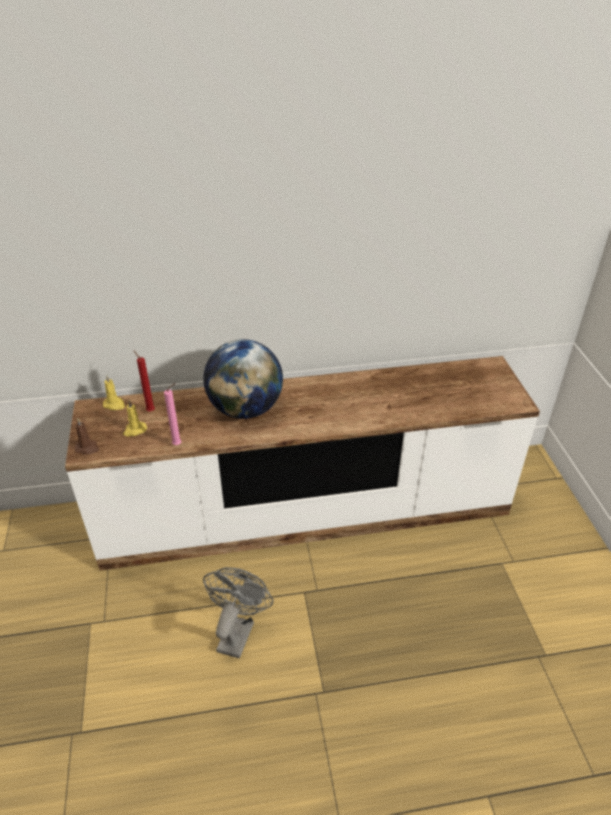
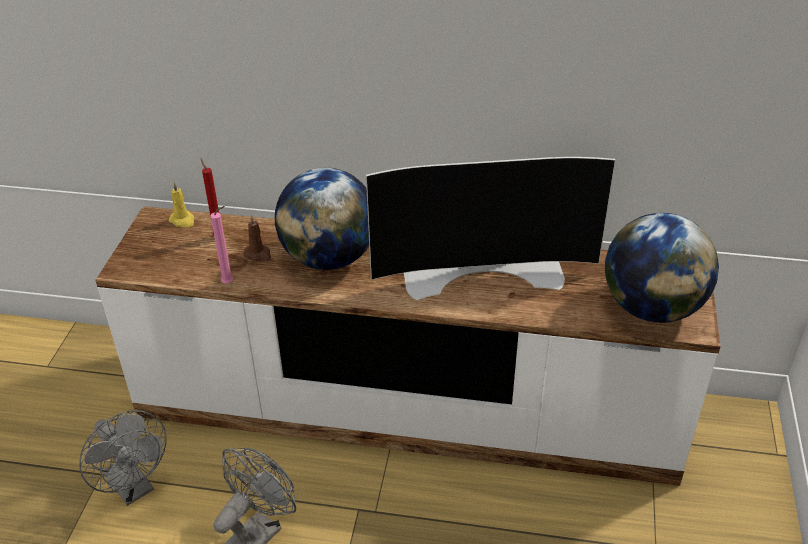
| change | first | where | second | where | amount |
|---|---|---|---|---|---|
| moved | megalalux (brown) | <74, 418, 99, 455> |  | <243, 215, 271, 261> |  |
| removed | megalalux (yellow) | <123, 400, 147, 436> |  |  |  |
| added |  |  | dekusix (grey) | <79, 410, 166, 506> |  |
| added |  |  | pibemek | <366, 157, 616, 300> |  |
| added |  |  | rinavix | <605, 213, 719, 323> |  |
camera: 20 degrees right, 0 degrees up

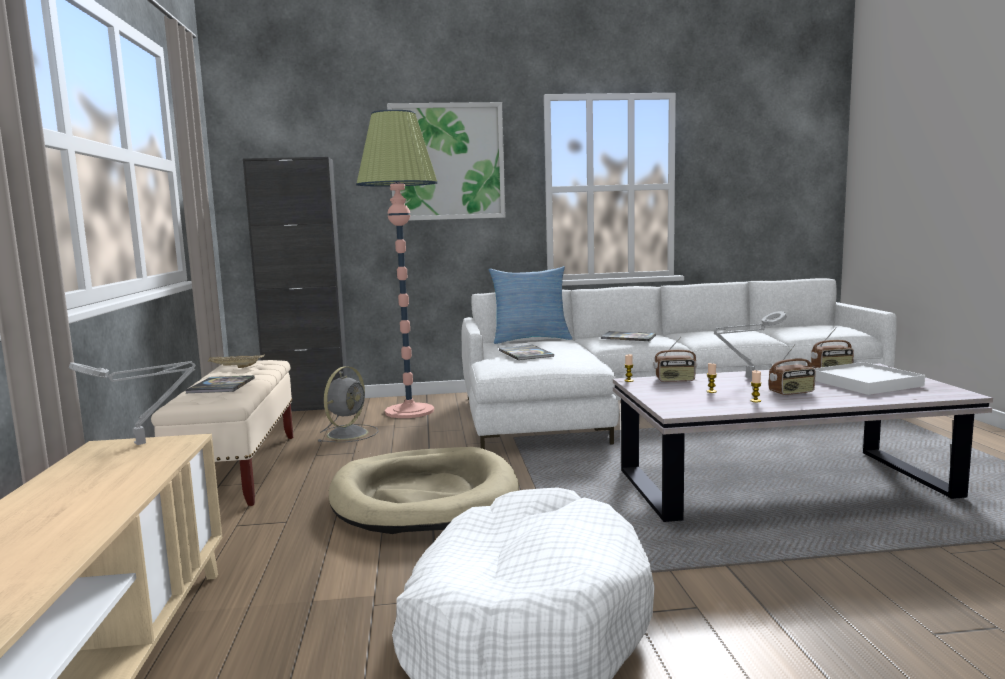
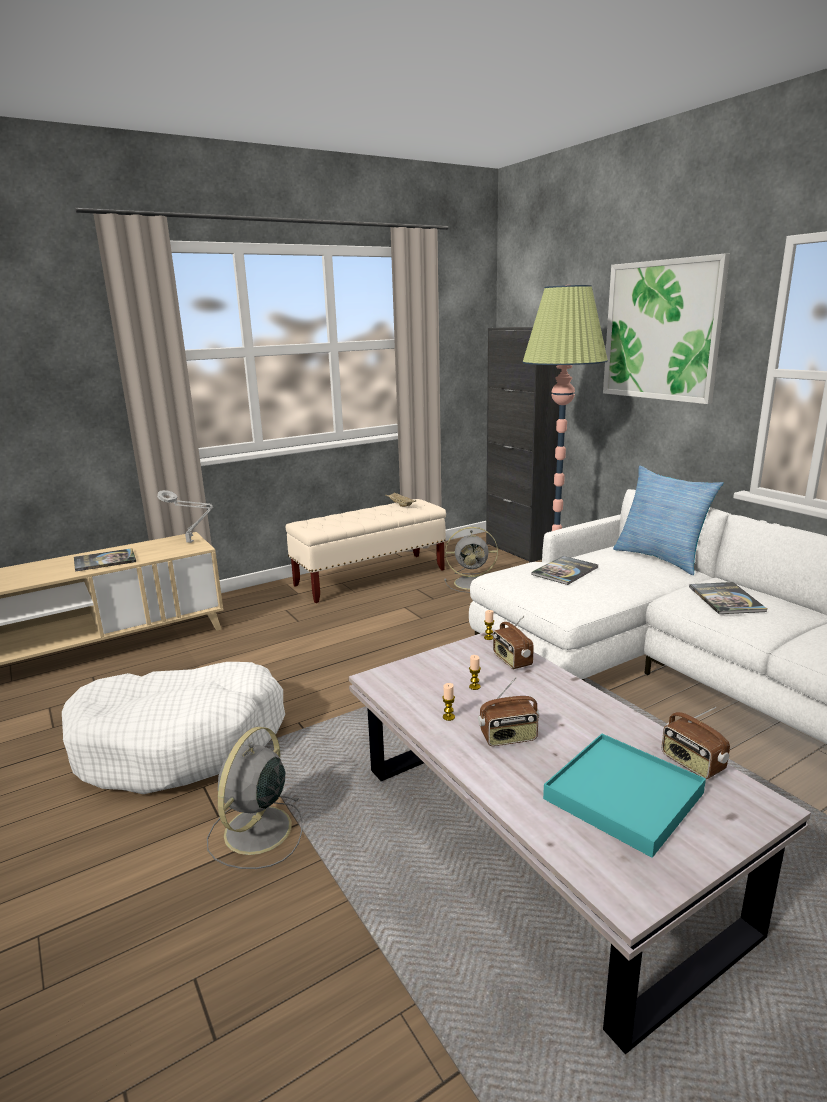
| change | first | where | second | where | amount |
|---|---|---|---|---|---|
| moved | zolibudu | <185, 375, 255, 393> |  | <74, 548, 136, 572> |  |
| removed | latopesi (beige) | <329, 447, 519, 534> |  |  |  |
| removed | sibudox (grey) | <713, 311, 787, 379> |  |  |  |
| turned | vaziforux | <769, 344, 815, 395> |  | <478, 677, 539, 746> | 60 degrees counterclockwise |
| recoloured | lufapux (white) | <814, 362, 925, 395> | lufapux (turquoise) | <543, 734, 706, 858> |  |
| added |  |  | dekusix (grey) | <207, 727, 302, 869> |  |
camera: 65 degrees right, 10 degrees up

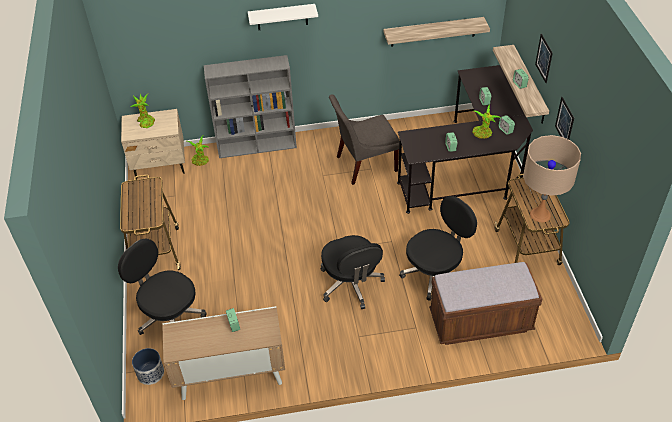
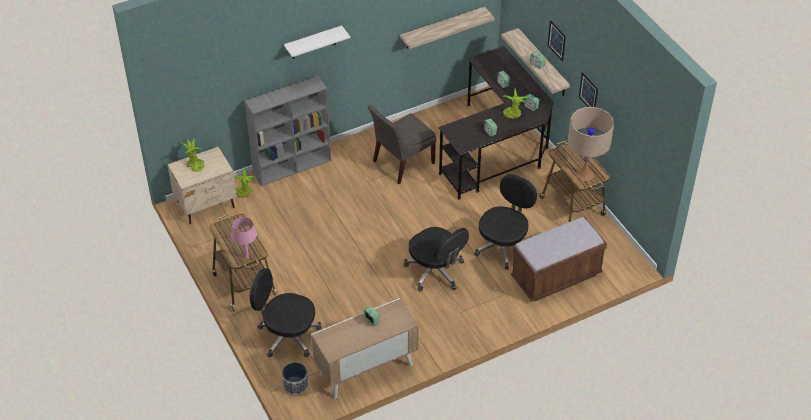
| change | first | where | second | where | amount |
|---|---|---|---|---|---|
| added |  |  | sibudox (pink) | <231, 217, 257, 259> |  |
camera: 20 degrees left, 0 degrees up

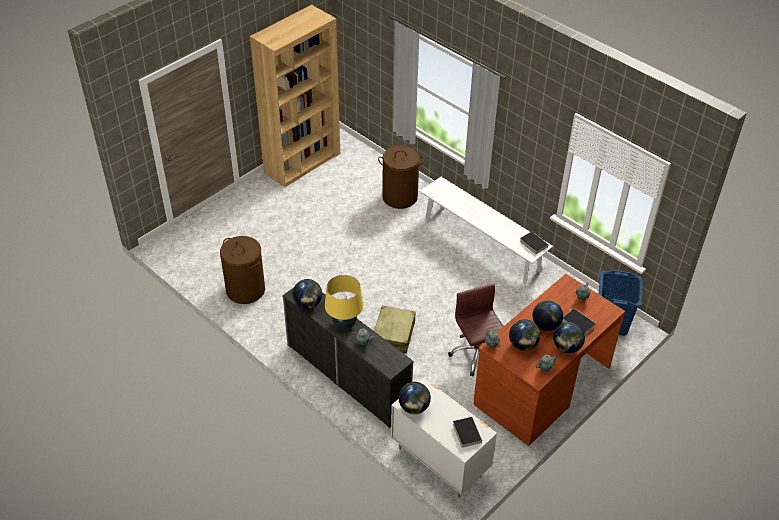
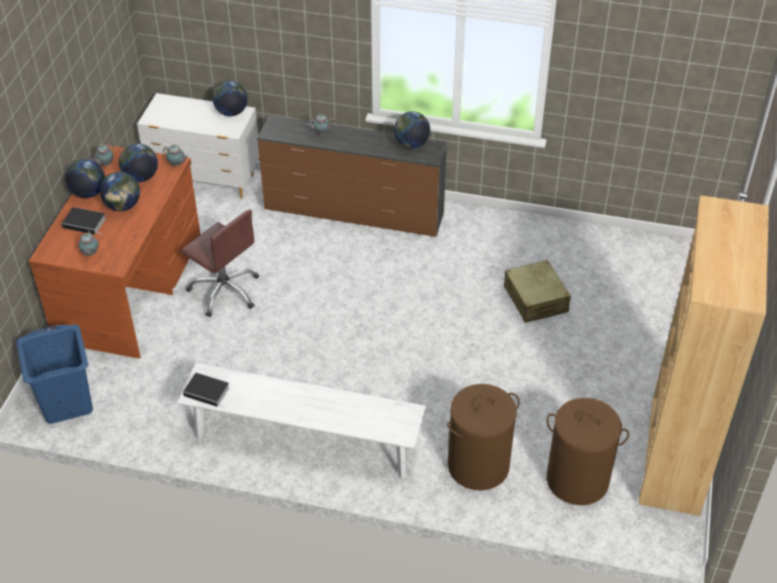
| change | first | where | second | where | amount |
|---|---|---|---|---|---|
| moved | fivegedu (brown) | <220, 236, 265, 304> |  | <546, 398, 629, 505> |  |
| removed | sibudox (yellow) | <325, 275, 363, 330> |  |  |  |
| moved | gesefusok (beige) | <374, 306, 416, 354> |  | <504, 260, 571, 323> |  |
| removed | zolibudu | <453, 416, 482, 448> |  |  |  |
camera: 150 degrees right, 0 degrees up

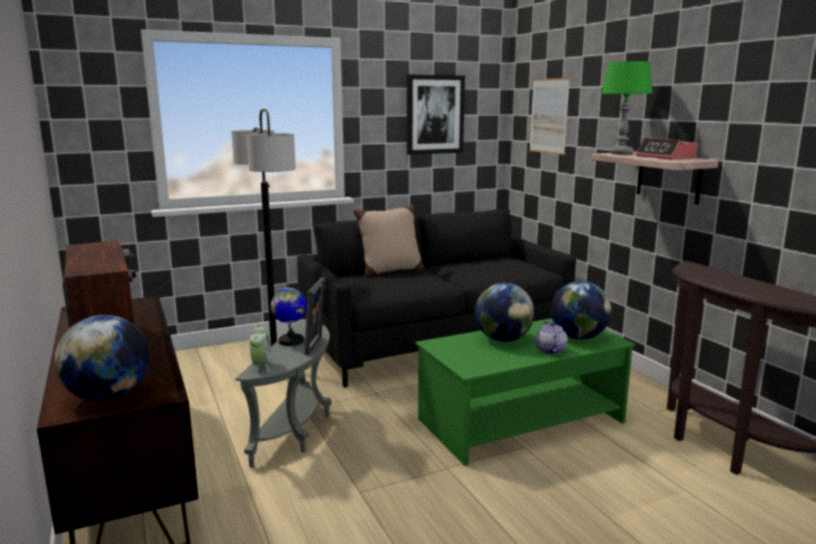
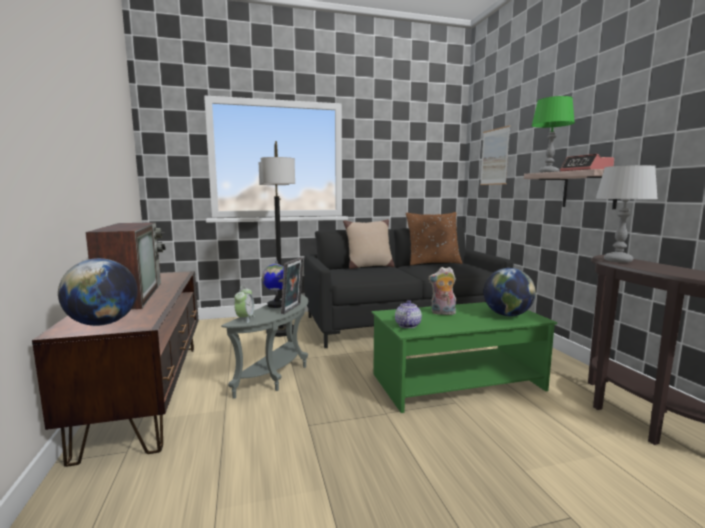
| change | first | where | second | where | amount |
|---|---|---|---|---|---|
| removed | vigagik | <407, 75, 465, 155> |  |  |  |
| replaced | rinavix | <475, 283, 535, 342> | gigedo | <428, 267, 456, 315> |  |
| moved | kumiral | <536, 321, 568, 355> |  | <395, 300, 422, 328> |  |
| added |  |  | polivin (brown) | <406, 212, 463, 265> |  |
| added |  |  | sibudox (grey) | <595, 165, 658, 263> |  |
camera: 10 degrees right, 5 degrees down

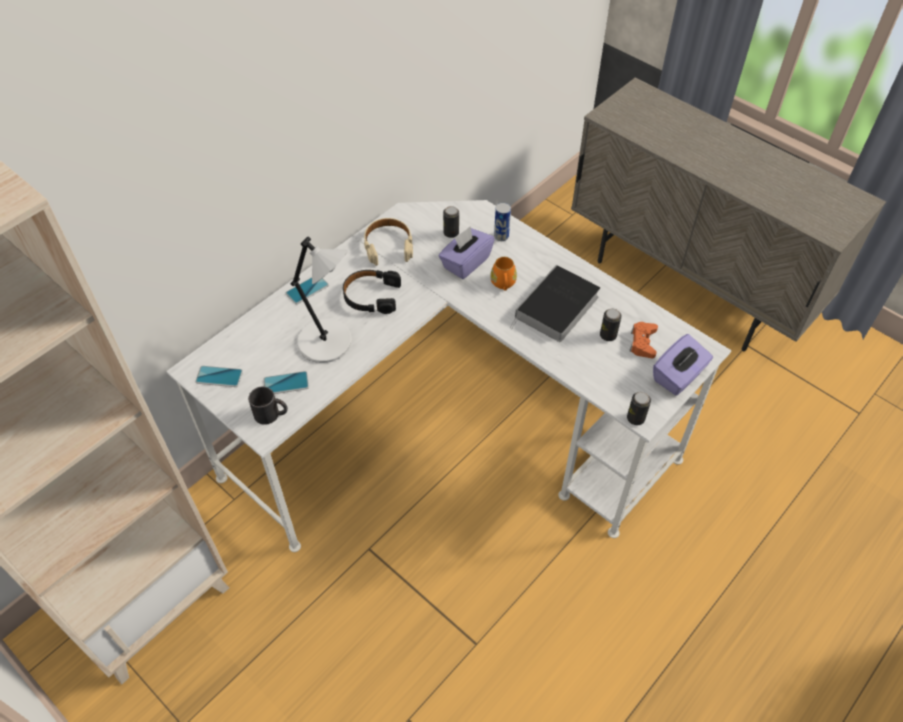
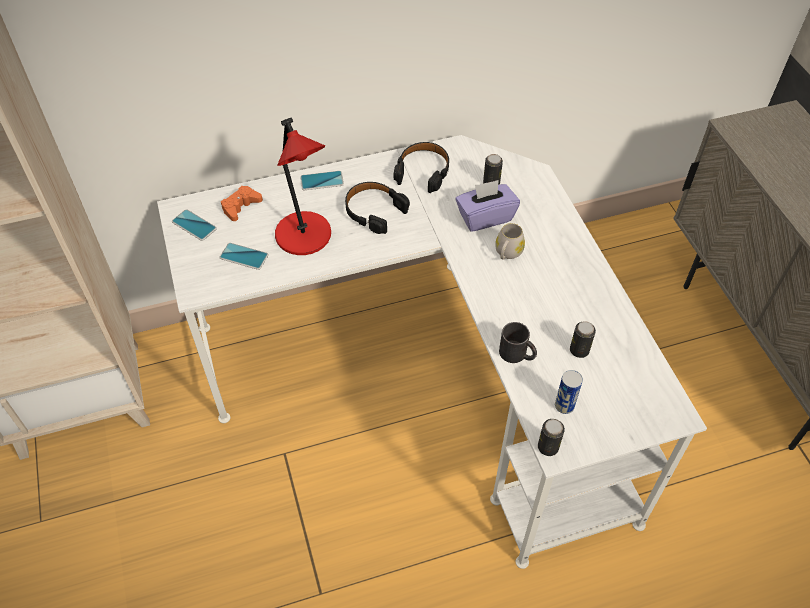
| change | first | where | second | where | amount |
|---|---|---|---|---|---|
| moved | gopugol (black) | <248, 387, 288, 425> |  | <499, 322, 537, 363> |  |
| recoloured | sibudox (white) | <291, 237, 352, 363> | sibudox (red) | <275, 117, 331, 255> |  |
| recoloured | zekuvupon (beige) | <364, 218, 413, 266> | zekuvupon (black) | <394, 142, 449, 193> |  |
| recoloured | gopugol (orange) | <490, 257, 517, 290> | gopugol (white) | <495, 223, 525, 259> |  |
| moved | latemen | <494, 203, 511, 241> |  | <555, 370, 583, 414> |  |
| removed | zolibudu | <510, 265, 600, 342> |  |  |  |
| moved | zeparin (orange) | <630, 322, 658, 359> |  | <221, 186, 263, 221> |  |
| removed | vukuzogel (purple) | <653, 334, 713, 395> |  |  |  |
camera: 30 degrees right, 0 degrees up

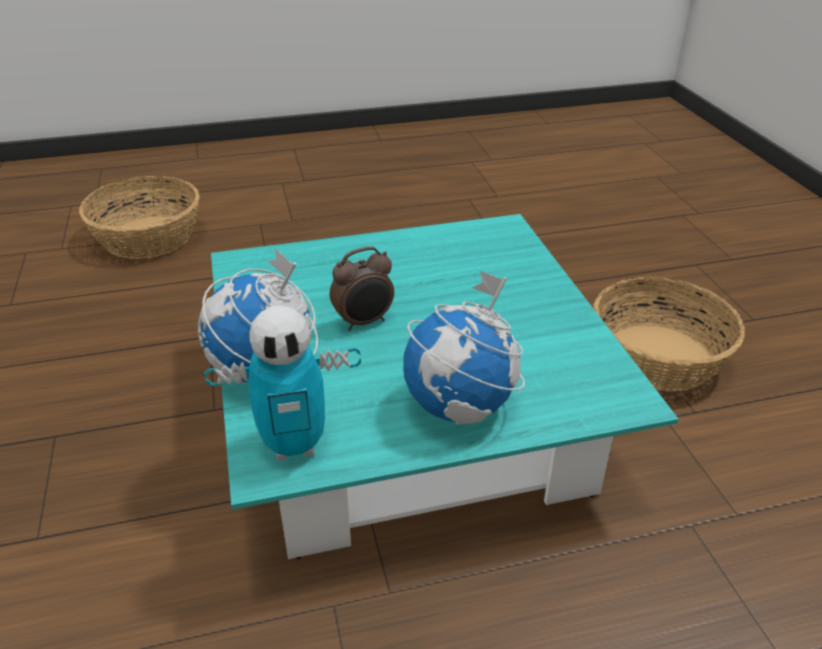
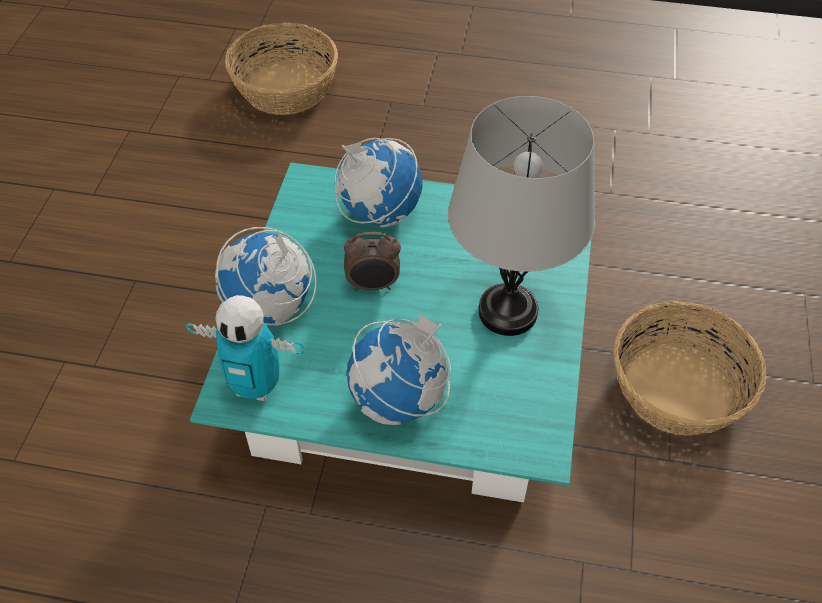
| change | first | where | second | where | amount |
|---|---|---|---|---|---|
| added |  |  | rinavix | <335, 138, 423, 227> |  |
| added |  |  | sibudox (grey) | <448, 96, 595, 336> |  |
camera: 25 degrees right, 15 degrees up

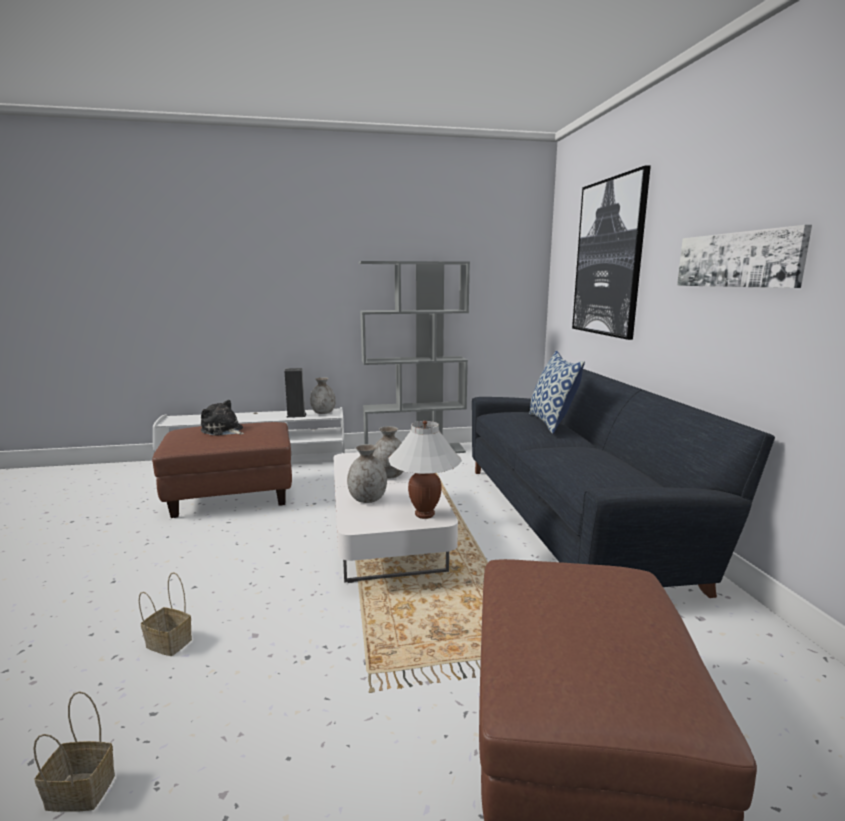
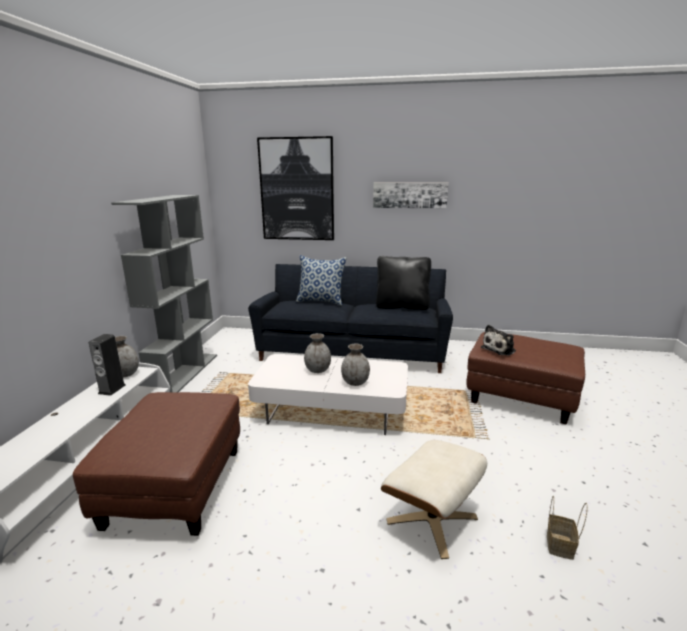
| change | first | where | second | where | amount |
|---|---|---|---|---|---|
| replaced | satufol | <139, 572, 192, 656> | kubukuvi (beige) | <381, 440, 487, 559> |  |
| moved | gigedo | <201, 400, 244, 436> |  | <481, 325, 516, 356> |  |
| removed | sibudox (white) | <388, 421, 462, 519> |  |  |  |
| added |  |  | polivin (black) | <376, 256, 431, 310> |  |
camera: 70 degrees left, 5 degrees up

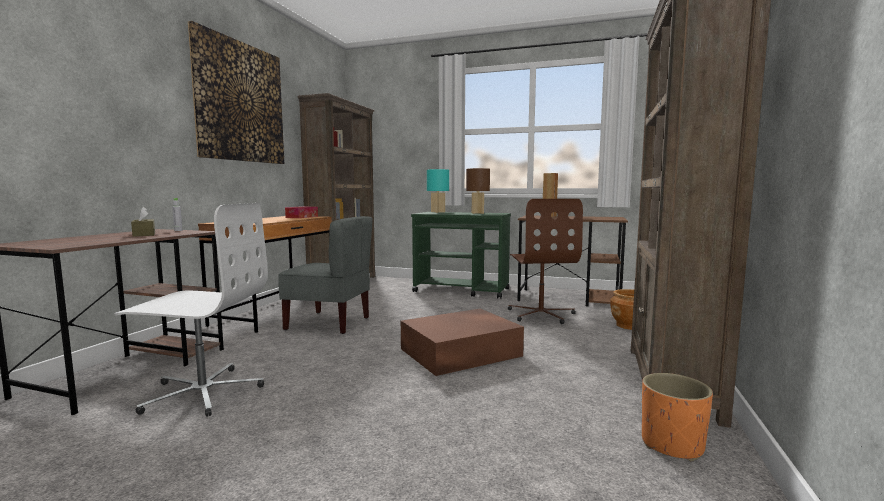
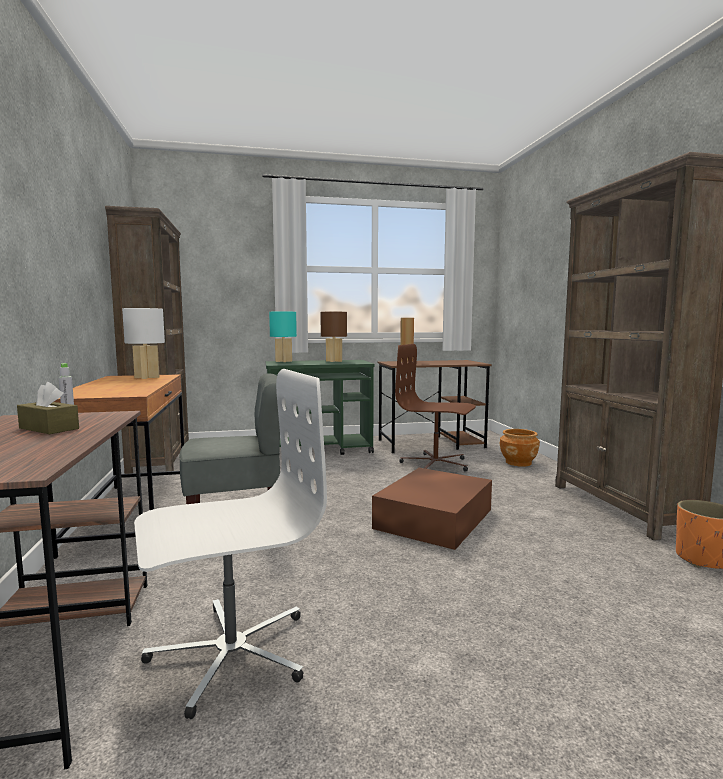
| change | first | where | second | where | amount |
|---|---|---|---|---|---|
| removed | vigagik | <188, 21, 284, 164> |  |  |  |
| replaced | vukuzogel | <285, 206, 318, 218> | sibudox (white) | <122, 308, 165, 379> |  |
| turned | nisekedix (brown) | <508, 199, 583, 324> |  | <395, 344, 476, 471> | 150 degrees clockwise |
camera: 30 degrees left, 0 degrees up

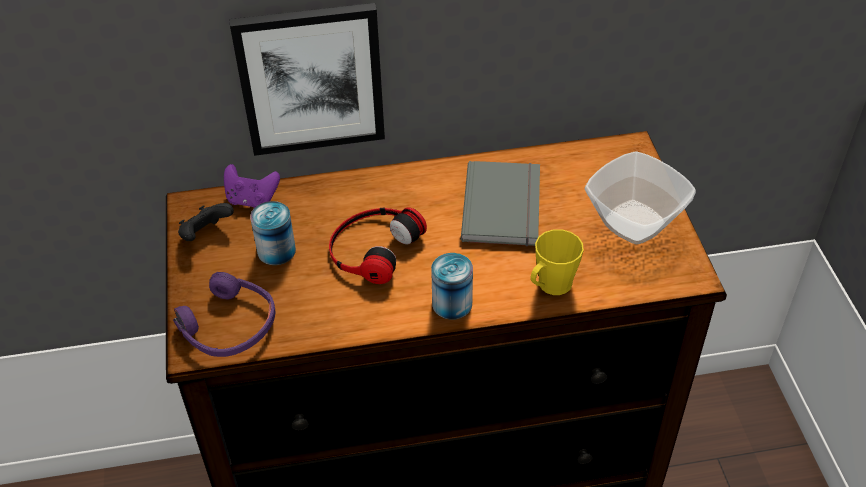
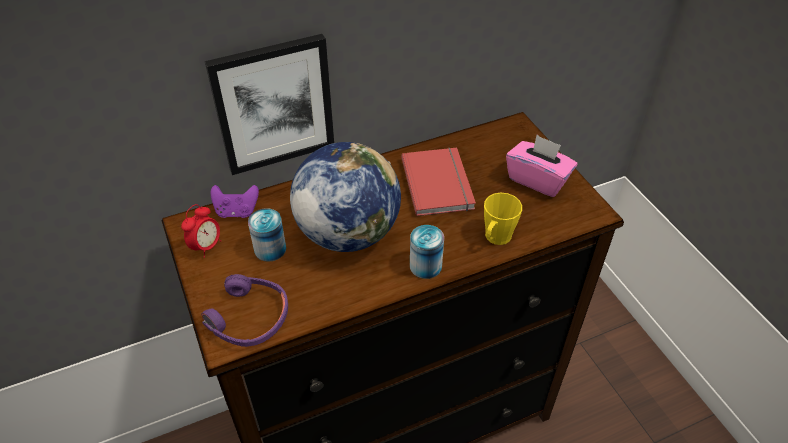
| change | first | where | second | where | amount |
|---|---|---|---|---|---|
| replaced | zeparin (black) | <178, 203, 234, 241> | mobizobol | <181, 204, 221, 258> |  |
| replaced | zekuvupon | <329, 208, 427, 284> | rinavix | <290, 142, 401, 252> |  |
| recoloured | zolibudu (grey) | <461, 161, 540, 246> | zolibudu (red) | <401, 148, 476, 216> |  |
| replaced | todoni | <585, 151, 696, 244> | vukuzogel (pink) | <506, 135, 577, 197> |  |
camera: 15 degrees left, 0 degrees up

